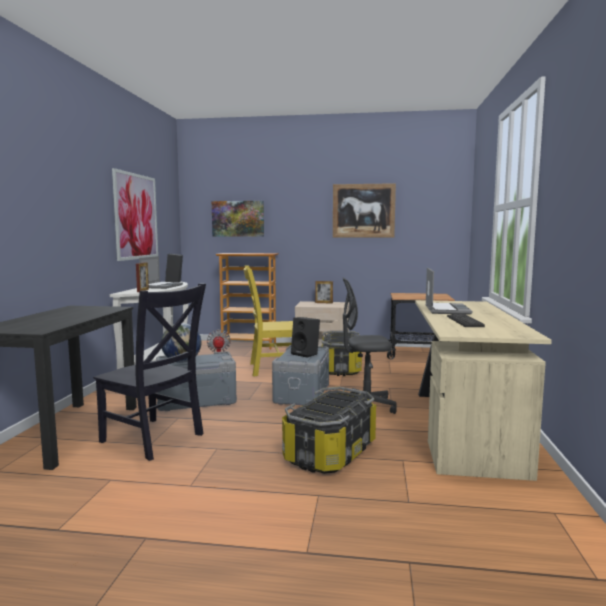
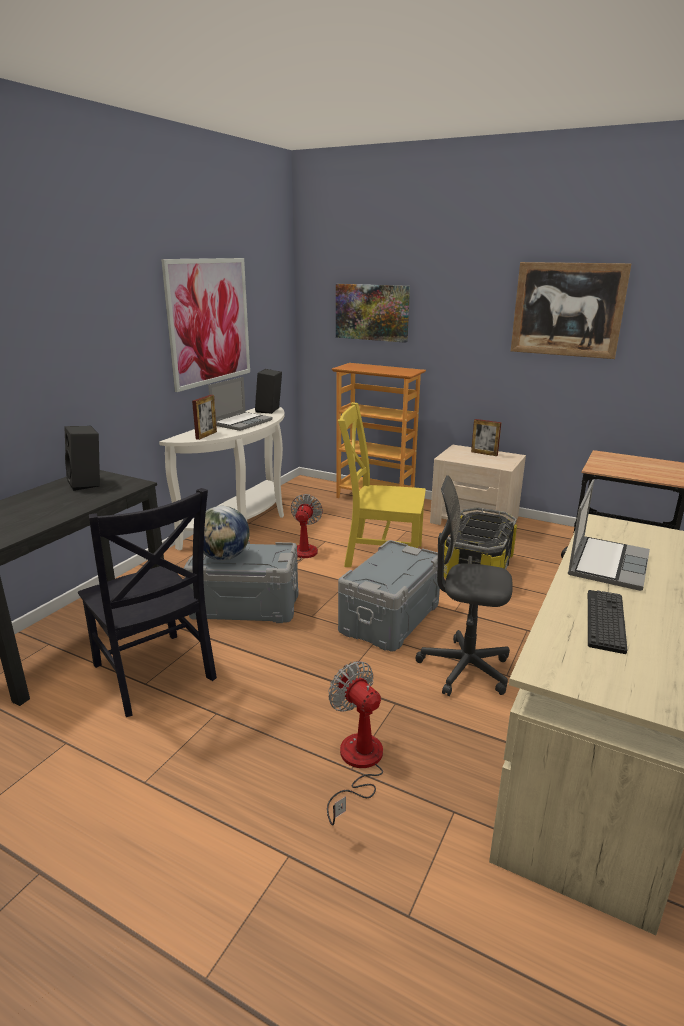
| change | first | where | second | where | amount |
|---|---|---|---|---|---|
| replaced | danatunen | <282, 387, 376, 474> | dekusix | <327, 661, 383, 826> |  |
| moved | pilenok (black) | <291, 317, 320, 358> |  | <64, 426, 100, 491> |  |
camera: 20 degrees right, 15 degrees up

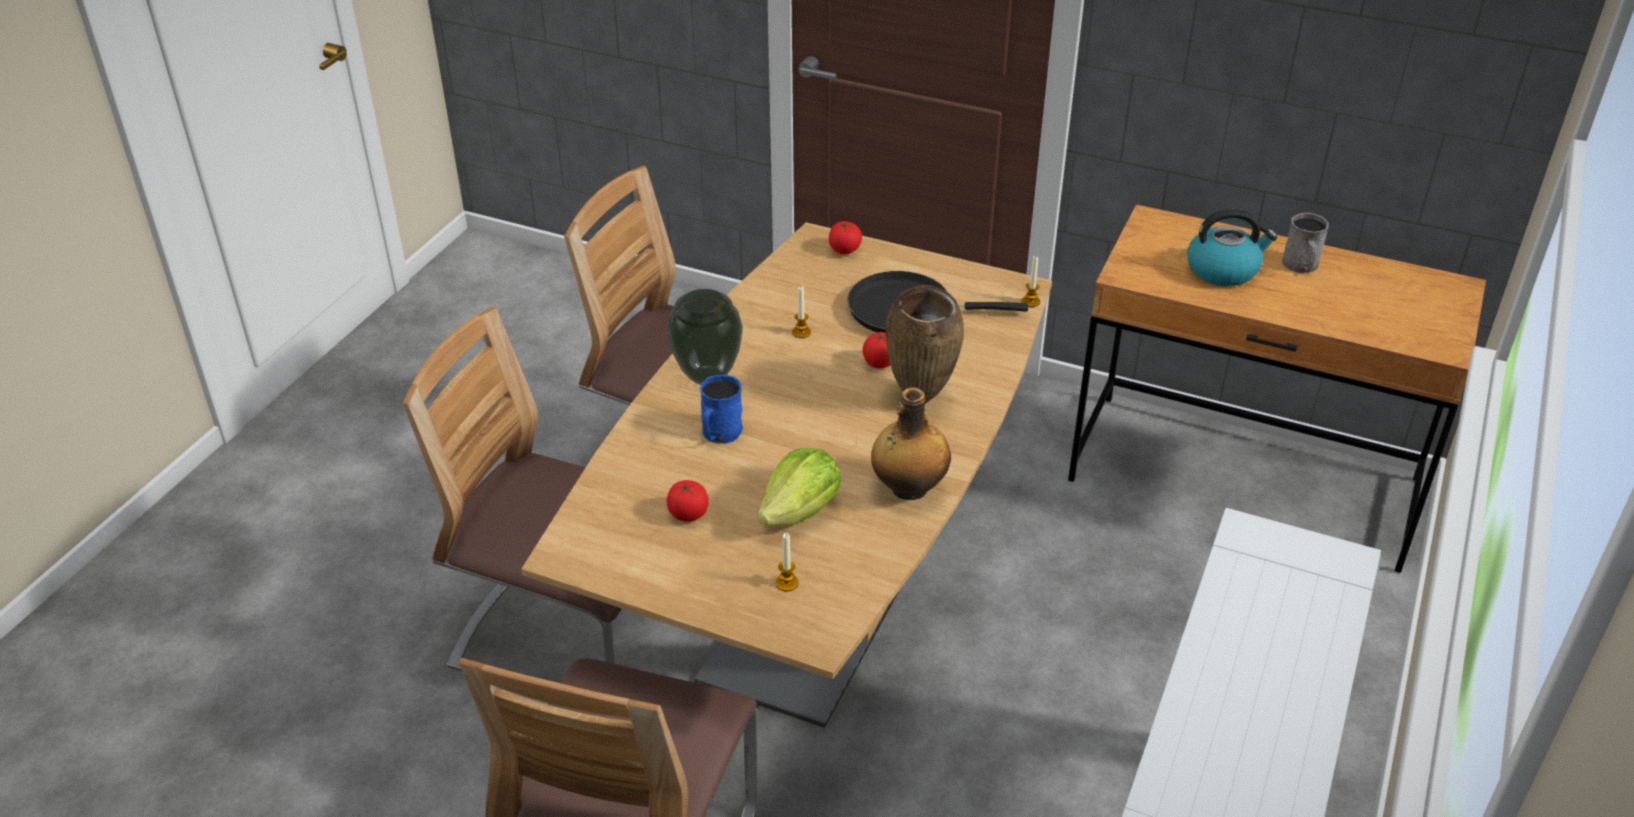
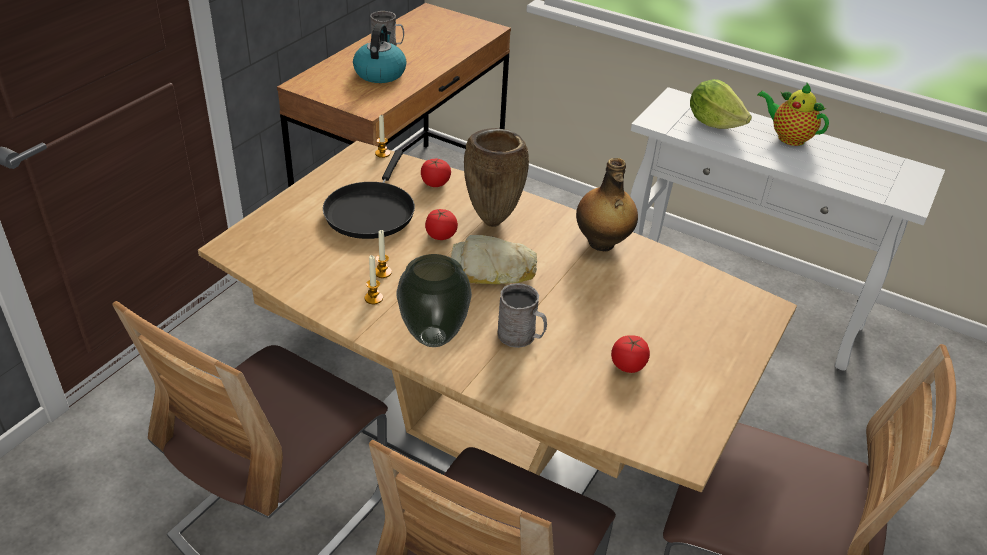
| change | first | where | second | where | amount |
|---|---|---|---|---|---|
| recoloured | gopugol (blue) | <700, 375, 743, 444> | gopugol (grey) | <498, 283, 547, 348> |  |
| moved | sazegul | <758, 448, 841, 527> |  | <690, 79, 752, 129> |  |
| moved | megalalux | <775, 533, 799, 592> |  | <365, 255, 383, 304> |  |
| moved | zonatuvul | <829, 221, 862, 254> |  | <421, 159, 451, 187> |  |
| added |  |  | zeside | <451, 235, 537, 284> |  |
| added |  |  | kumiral | <757, 83, 829, 146> |  |
camera: 85 degrees left, 0 degrees up

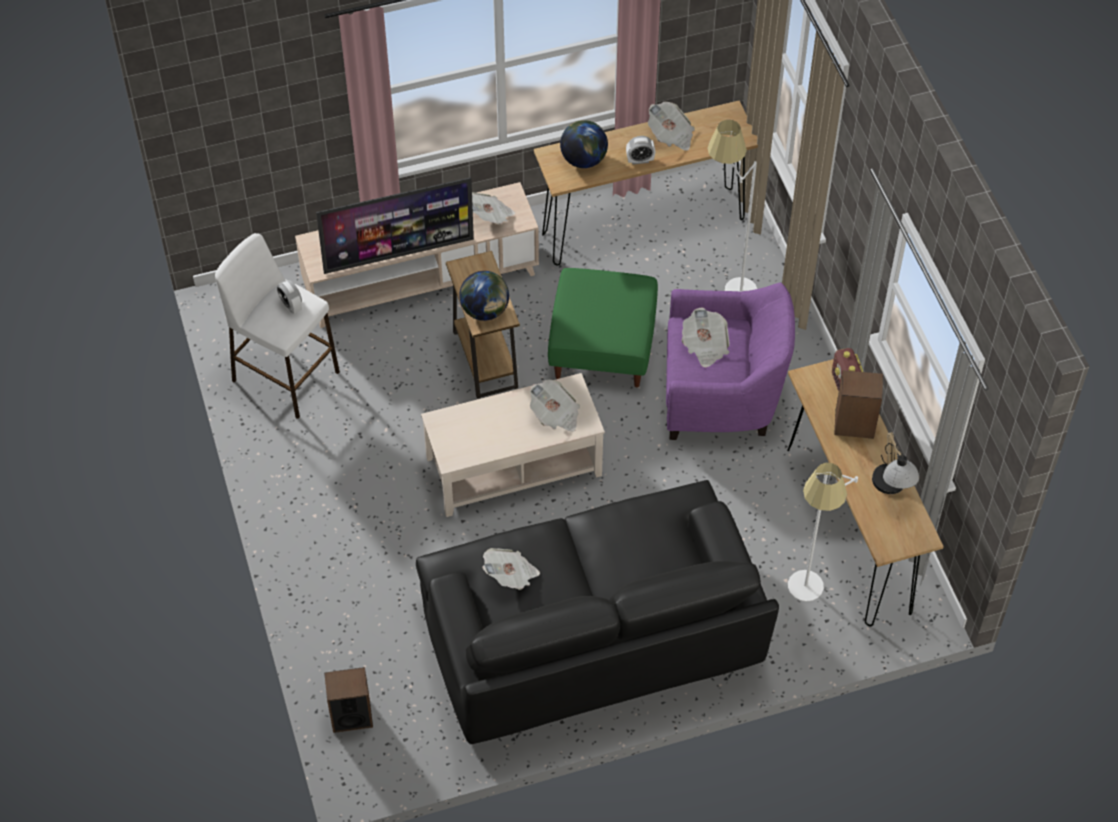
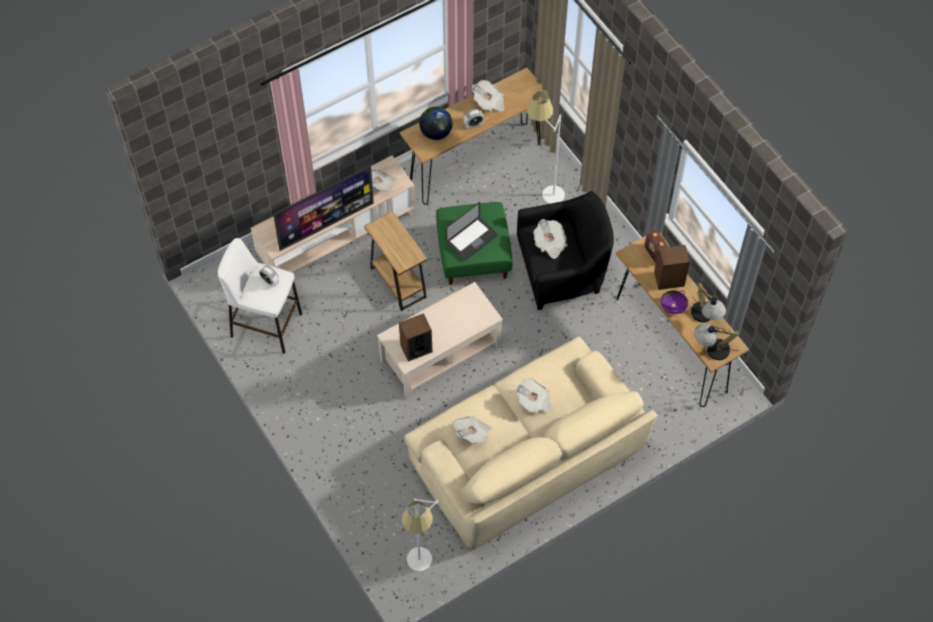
| change | first | where | second | where | amount |
|---|---|---|---|---|---|
| moved | pilenok | <324, 667, 373, 733> |  | <399, 313, 432, 362> |  |
| recoloured | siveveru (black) | <416, 480, 779, 744> | siveveru (beige) | <404, 337, 657, 550> |  |
| removed | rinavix | <459, 271, 509, 321> |  |  |  |
| moved | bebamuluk | <530, 380, 580, 432> |  | <516, 378, 552, 413> |  |
| recoloured | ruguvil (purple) | <666, 282, 795, 440> | ruguvil (black) | <517, 191, 614, 310> |  |
| moved | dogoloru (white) | <788, 463, 858, 601> |  | <402, 498, 438, 571> |  |
| added |  |  | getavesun | <446, 202, 498, 261> |  |
| added |  |  | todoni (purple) | <660, 290, 688, 314> |  |
| added |  |  | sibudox | <694, 324, 739, 360> |  |
camera: 15 degrees left, 5 degrees up

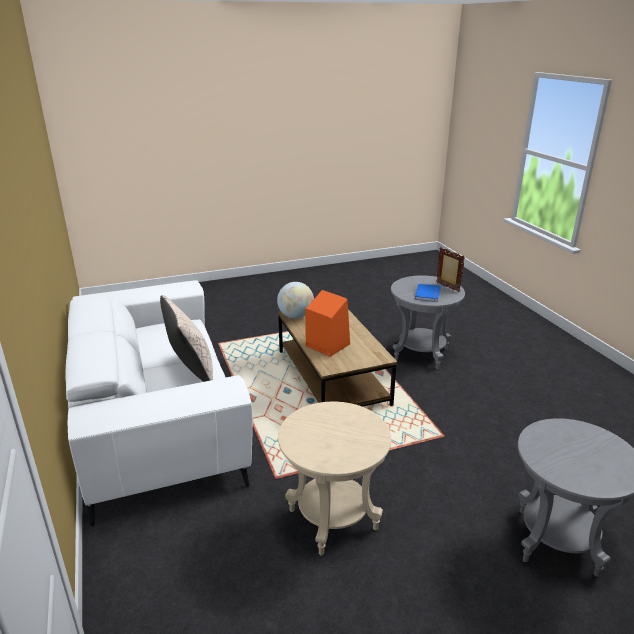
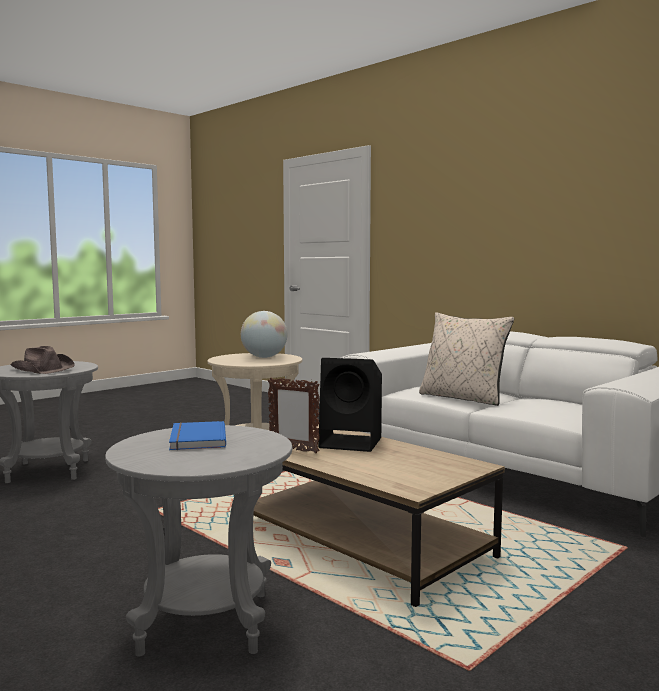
| change | first | where | second | where | amount |
|---|---|---|---|---|---|
| moved | rinavix | <277, 282, 314, 319> |  | <241, 311, 288, 358> |  |
| recoloured | pilenok (orange) | <305, 290, 350, 357> | pilenok (black) | <318, 358, 382, 452> |  |
| moved | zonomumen | <436, 247, 465, 292> |  | <268, 377, 320, 453> |  |
| added |  |  | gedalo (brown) | <11, 346, 75, 374> |  |
camera: 155 degrees right, 20 degrees down

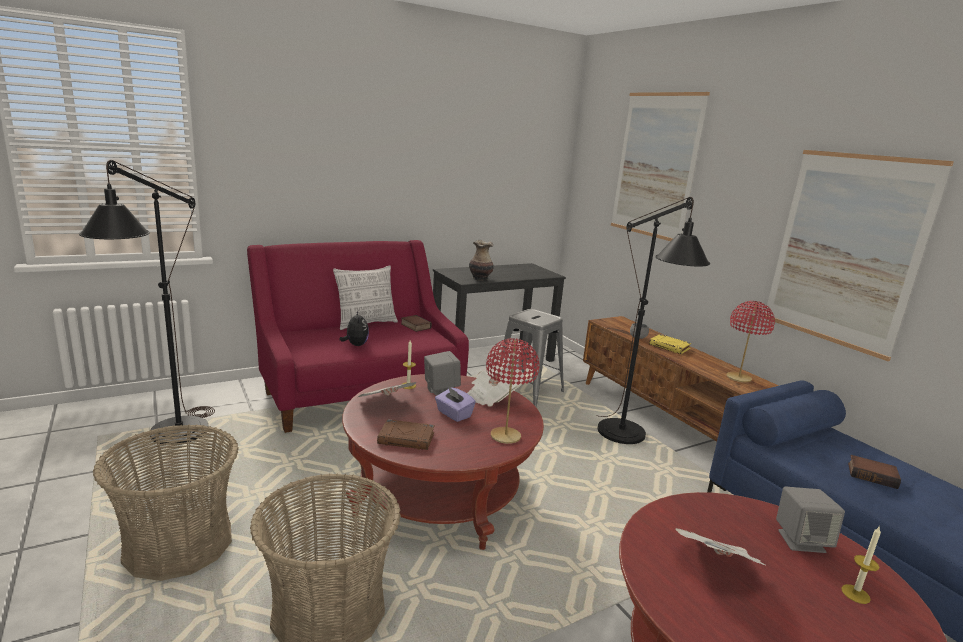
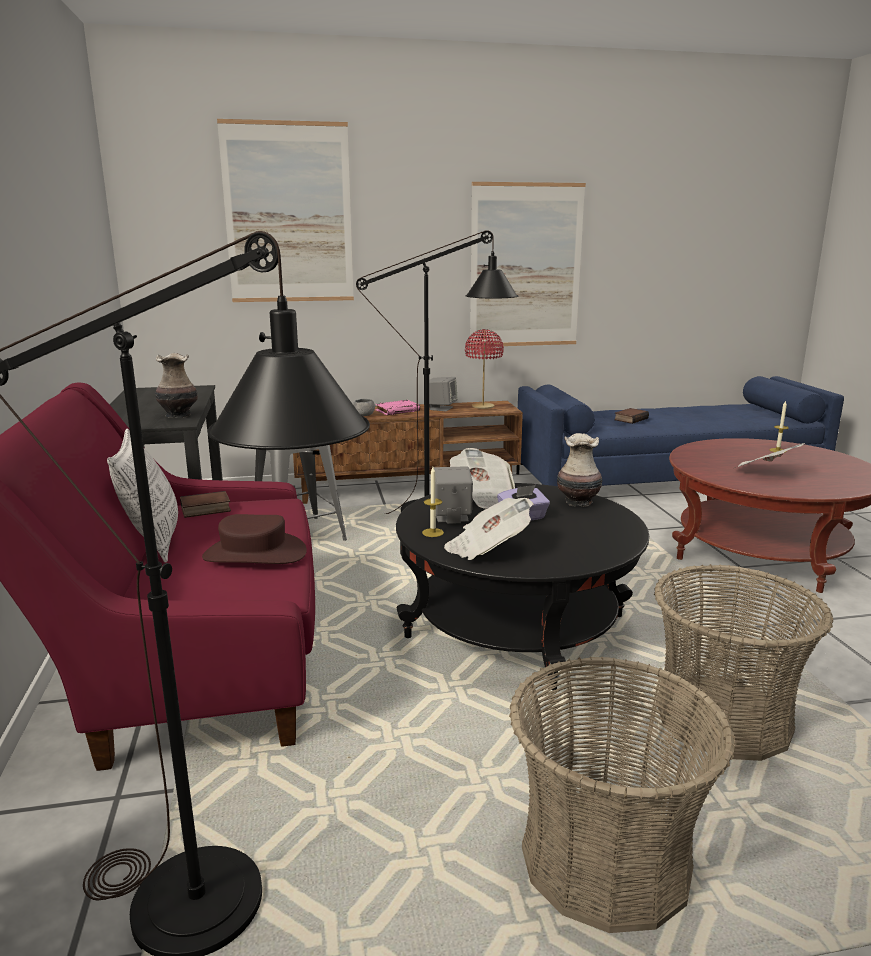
| change | first | where | second | where | amount |
|---|---|---|---|---|---|
| replaced | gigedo | <340, 311, 369, 346> | gedalo (brown) | <202, 514, 307, 564> |  |
| recoloured | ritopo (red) | <342, 374, 544, 550> | ritopo (black) | <396, 483, 649, 690> |  |
| removed | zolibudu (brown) | <377, 419, 435, 450> |  |  |  |
| replaced | sibudox (red) | <486, 338, 540, 444> | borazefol | <557, 433, 602, 507> |  |
| recoloured | zolibudu (yellow) | <649, 334, 691, 354> | zolibudu (pink) | <375, 400, 420, 415> |  |
| moved | pilenok (grey) | <776, 487, 845, 553> |  | <429, 377, 458, 412> |  |
camera: 70 degrees left, 0 degrees up

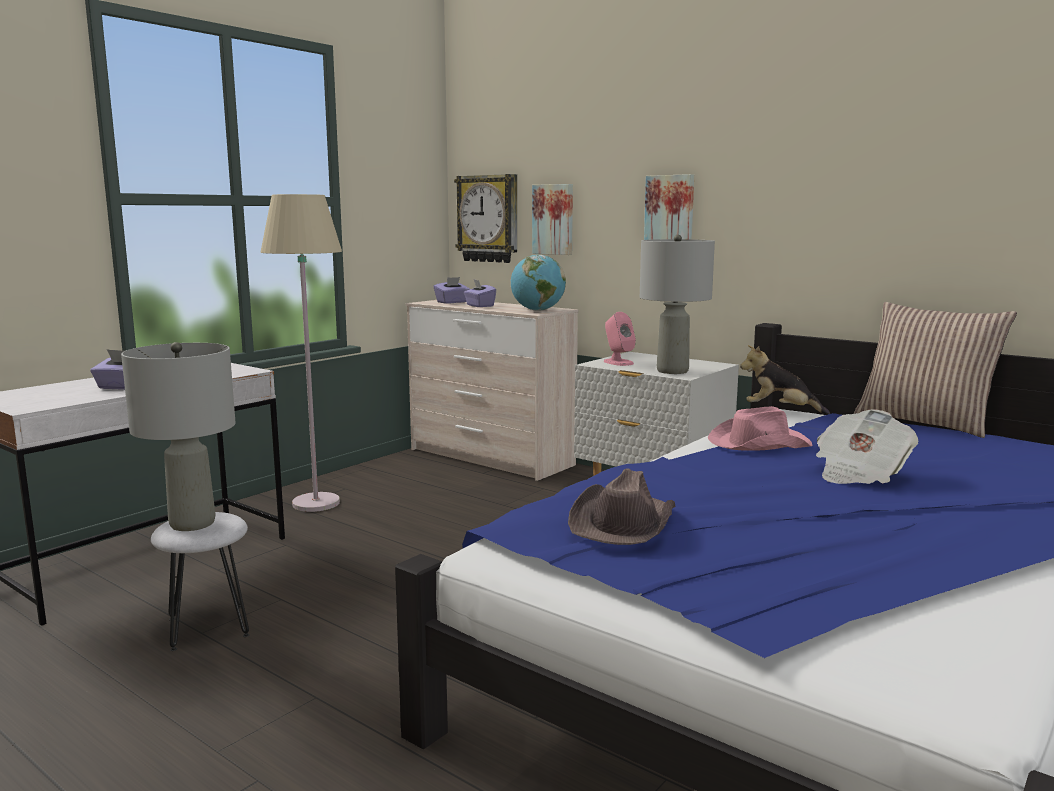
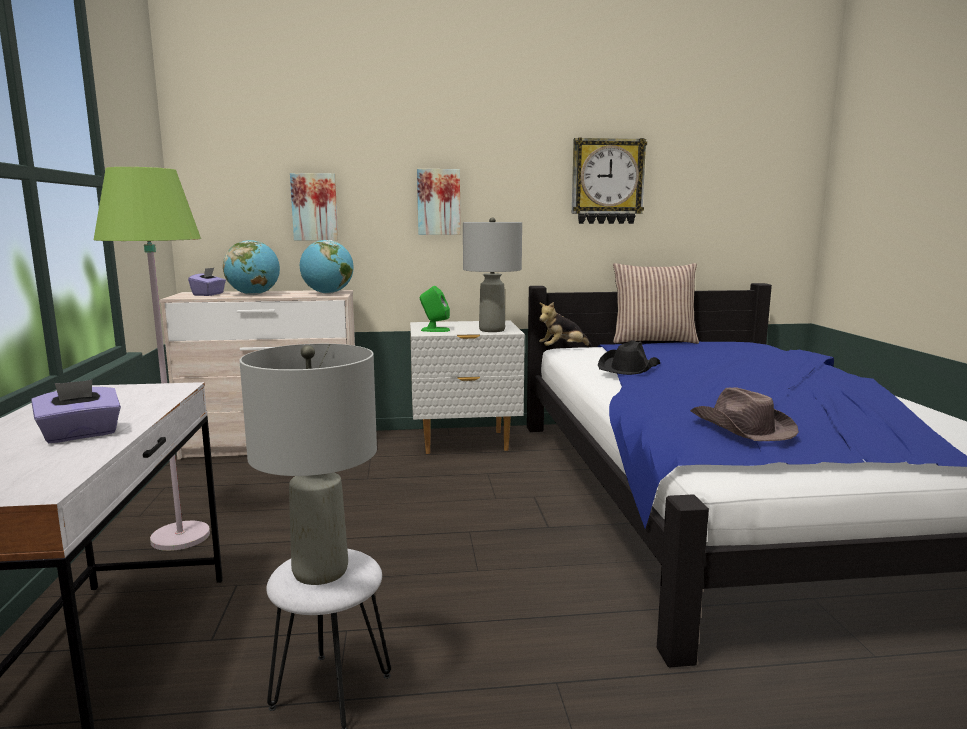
| change | first | where | second | where | amount |
|---|---|---|---|---|---|
| recoloured | dogoloru (beige) | <260, 194, 342, 512> | dogoloru (green) | <94, 167, 210, 551> |  |
| moved | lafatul | <454, 174, 517, 263> |  | <572, 137, 647, 224> |  |
| replaced | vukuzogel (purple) | <464, 280, 496, 307> | rinavix | <223, 240, 280, 295> |  |
| recoloured | pilenok (pink) | <604, 312, 636, 366> | pilenok (green) | <420, 286, 450, 332> |  |
| recoloured | gedalo (pink) | <708, 406, 813, 451> | gedalo (black) | <598, 340, 660, 375> |  |
| removed | bebamuluk | <816, 409, 919, 484> |  |  |  |
camera: 45 degrees left, 0 degrees up

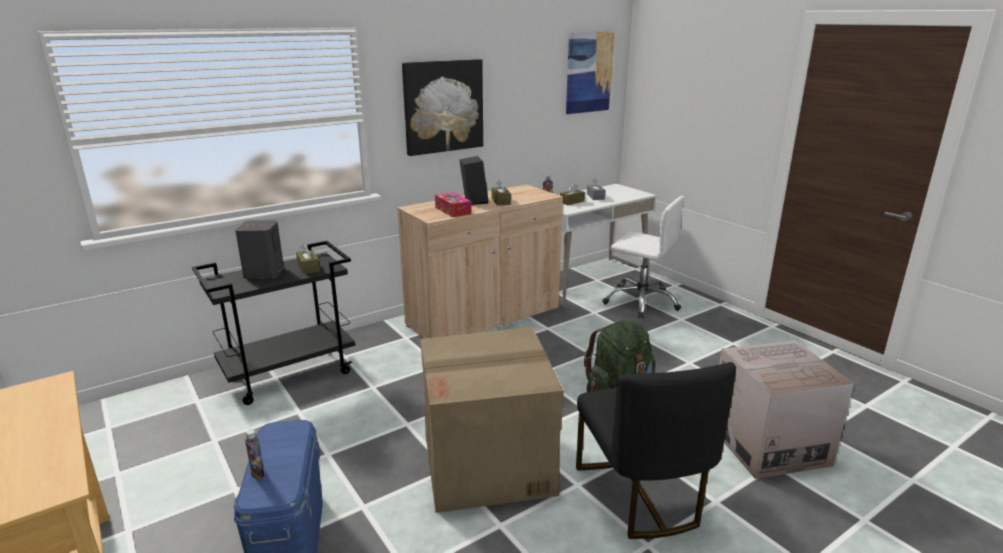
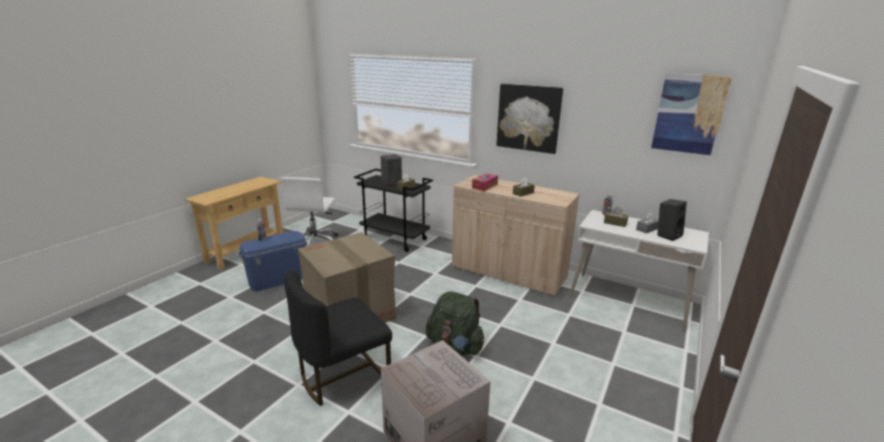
| change | first | where | second | where | amount |
|---|---|---|---|---|---|
| moved | pilenok (black) | <459, 156, 488, 205> |  | <657, 199, 687, 241> |  |
| moved | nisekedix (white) | <602, 196, 685, 319> |  | <281, 177, 338, 246> |  |
camera: 65 degrees right, 0 degrees up

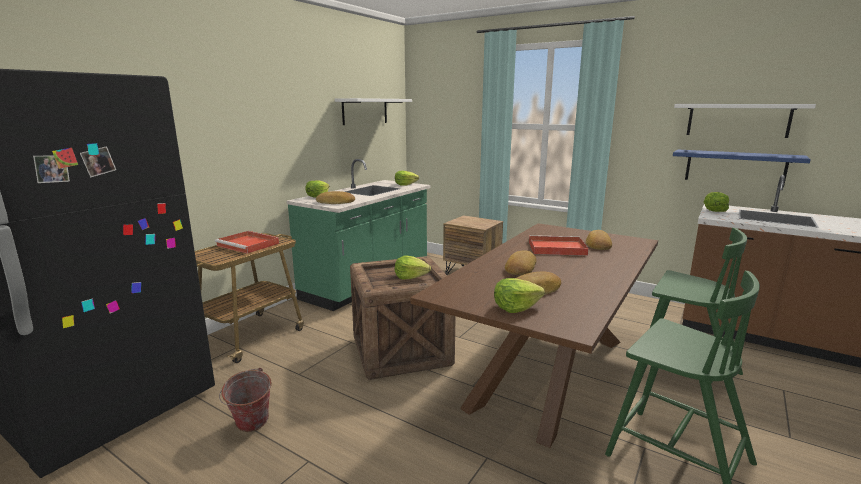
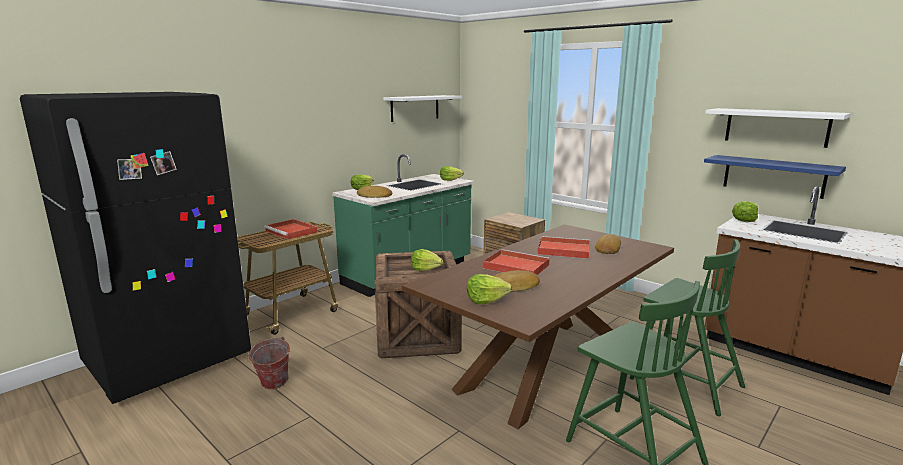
| change | first | where | second | where | amount |
|---|---|---|---|---|---|
| replaced | zeside | <505, 250, 537, 275> | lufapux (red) | <483, 249, 550, 275> |  |
camera: 10 degrees right, 0 degrees up

